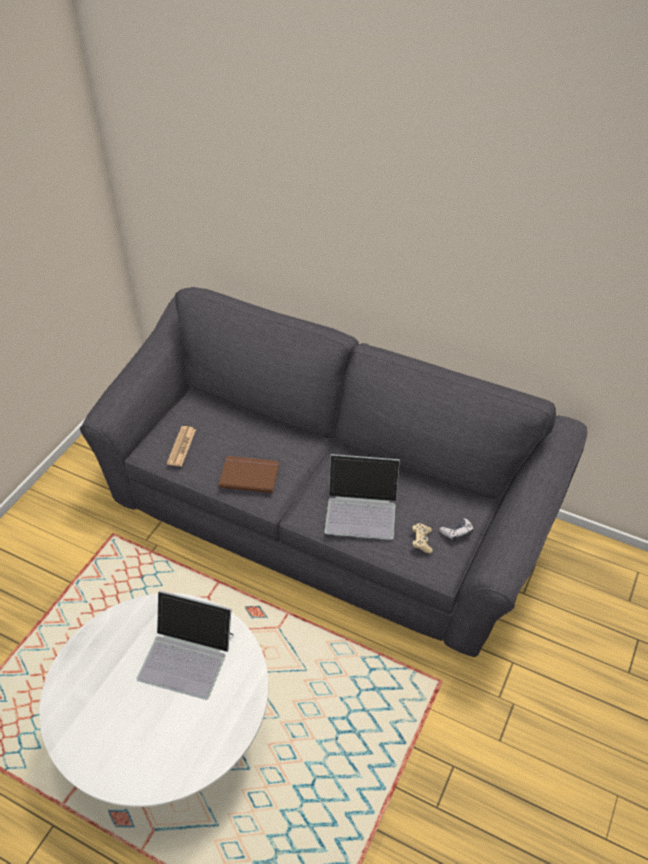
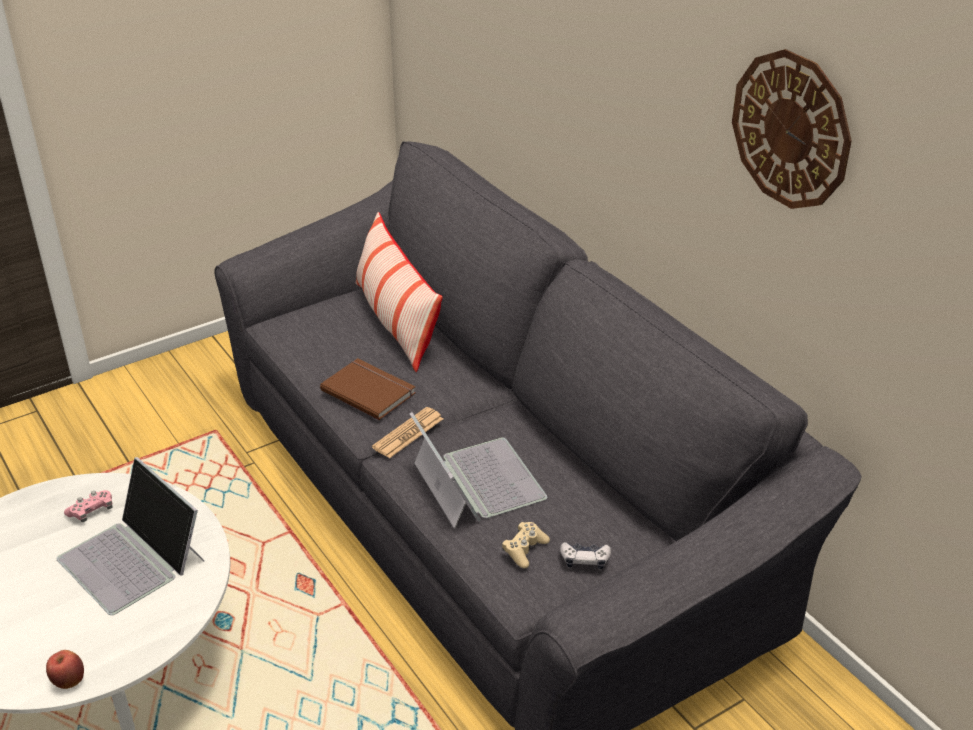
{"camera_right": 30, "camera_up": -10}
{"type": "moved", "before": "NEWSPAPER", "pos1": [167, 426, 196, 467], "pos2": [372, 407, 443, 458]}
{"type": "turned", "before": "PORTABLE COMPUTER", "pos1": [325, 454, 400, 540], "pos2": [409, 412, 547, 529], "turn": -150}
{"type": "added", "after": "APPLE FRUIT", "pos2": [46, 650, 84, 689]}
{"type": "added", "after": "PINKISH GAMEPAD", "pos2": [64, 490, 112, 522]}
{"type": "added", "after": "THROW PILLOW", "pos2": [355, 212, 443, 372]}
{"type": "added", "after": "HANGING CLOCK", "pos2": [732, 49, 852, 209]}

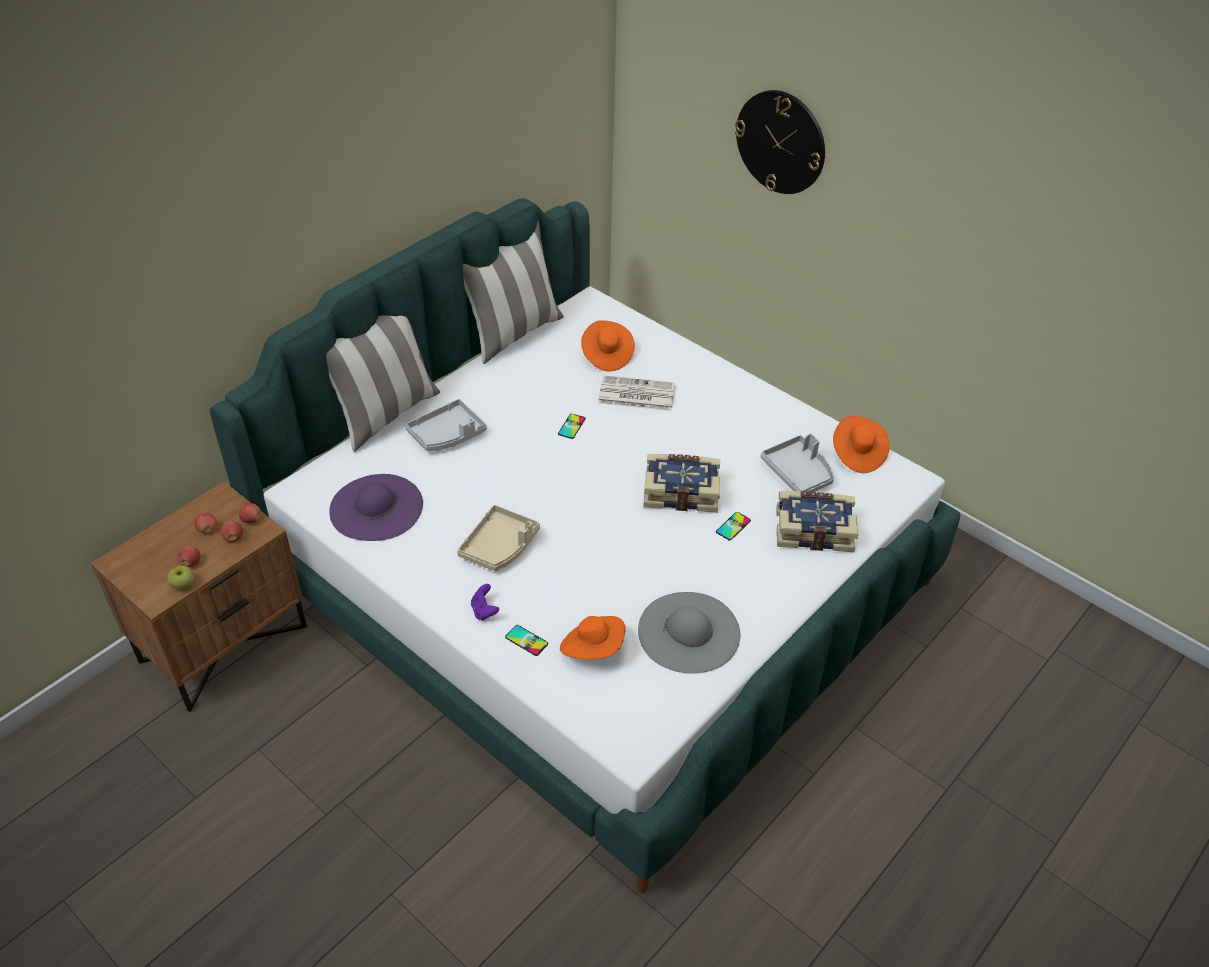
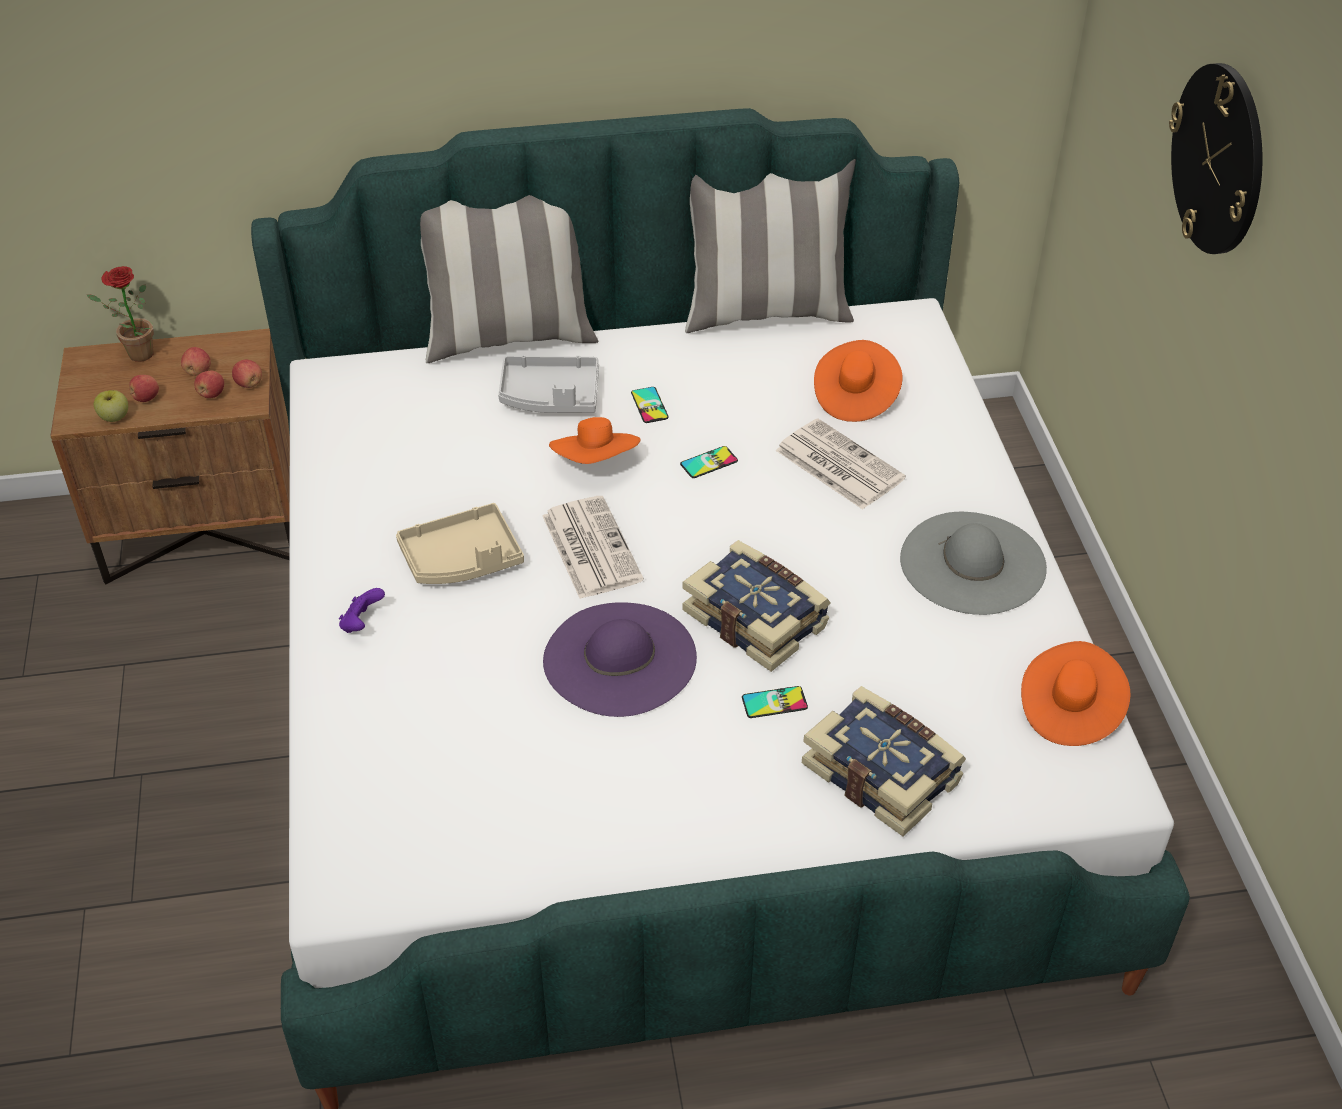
{"camera_right": 40, "camera_up": 0}
{"type": "moved", "before": "PURPLE-COLOURED WEARABLE HAT", "pos1": [329, 474, 423, 541], "pos2": [543, 602, 697, 717]}
{"type": "moved", "before": "HANDSET", "pos1": [505, 625, 548, 656], "pos2": [631, 387, 669, 423]}
{"type": "moved", "before": "ORANGE WEARABLE HAT", "pos1": [560, 616, 626, 659], "pos2": [549, 417, 641, 464]}
{"type": "moved", "before": "GREYISH WEARABLE HAT", "pos1": [638, 592, 740, 674], "pos2": [900, 512, 1047, 615]}
{"type": "removed", "before": "GREYISH TRAY", "pos1": [760, 433, 834, 493]}
{"type": "added", "after": "HOUSEPLANT", "pos2": [86, 266, 154, 362]}
{"type": "added", "after": "NEWSPAPER", "pos2": [542, 496, 644, 599]}

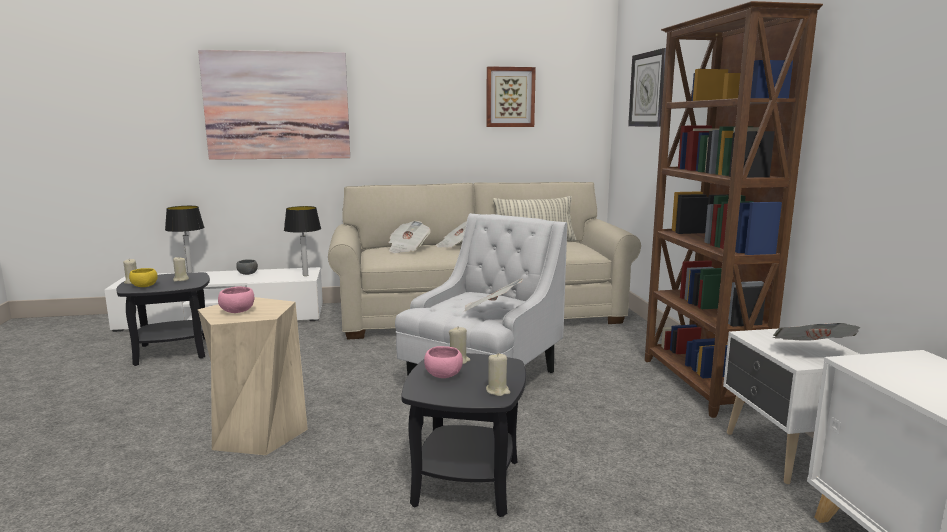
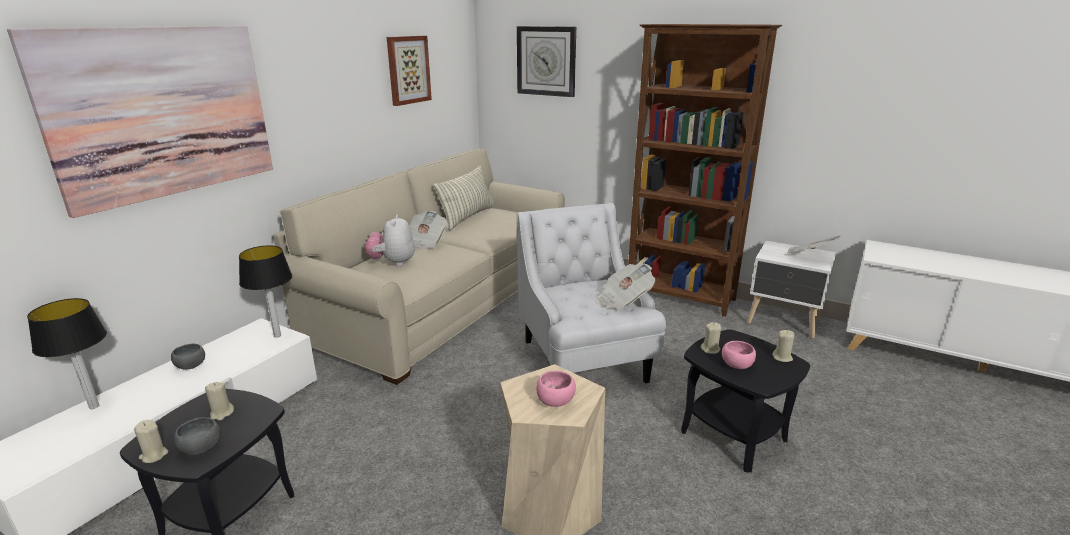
{"camera_right": -50, "camera_up": 10}
{"type": "recoloured", "before": "YELLOWISH BOWL", "after": "GREYISH BOWL", "pos1": [129, 268, 158, 287], "pos2": [174, 417, 220, 455]}
{"type": "replaced", "before": "NEWSPAPER", "after": "CUDDLY TOY", "pos1": [388, 221, 431, 253], "pos2": [365, 215, 415, 266]}

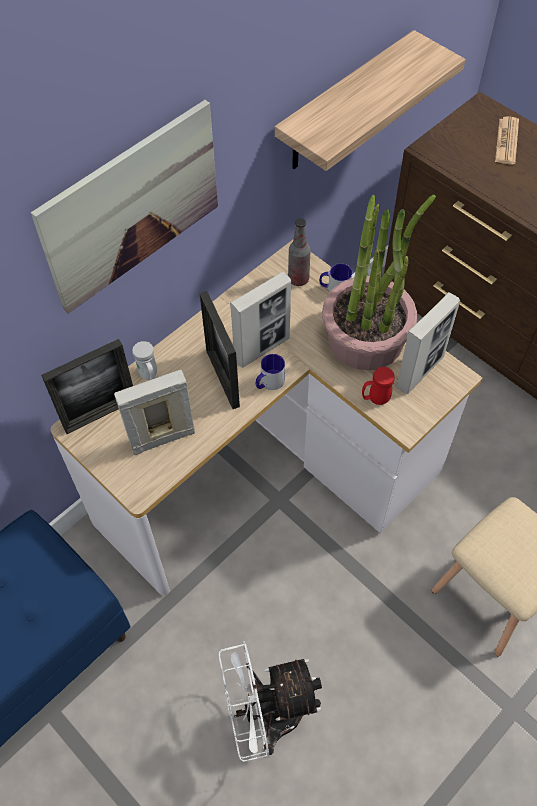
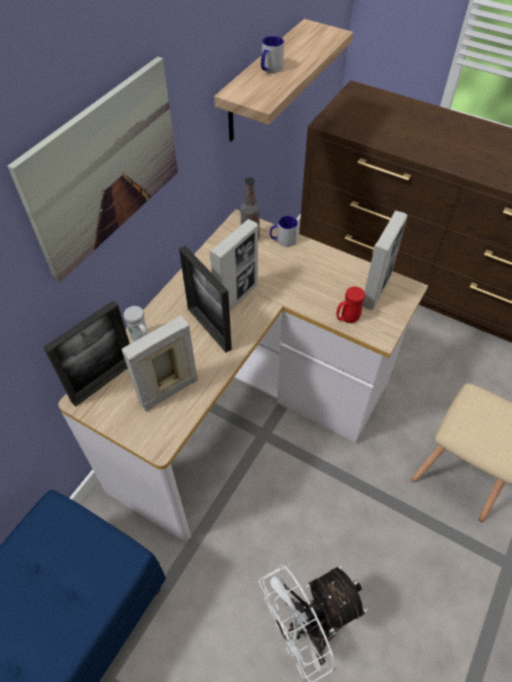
{"camera_right": -15, "camera_up": -5}
{"type": "moved", "before": "TEA MUG", "pos1": [256, 354, 285, 390], "pos2": [261, 36, 284, 73]}
{"type": "removed", "before": "HOUSEPLANT", "pos1": [322, 195, 436, 370]}
{"type": "removed", "before": "NEWSPAPER", "pos1": [495, 116, 519, 165]}

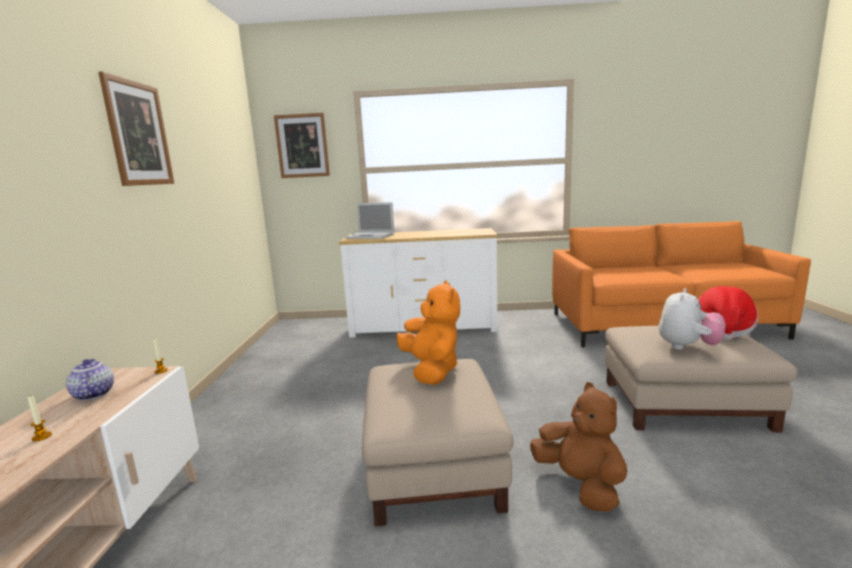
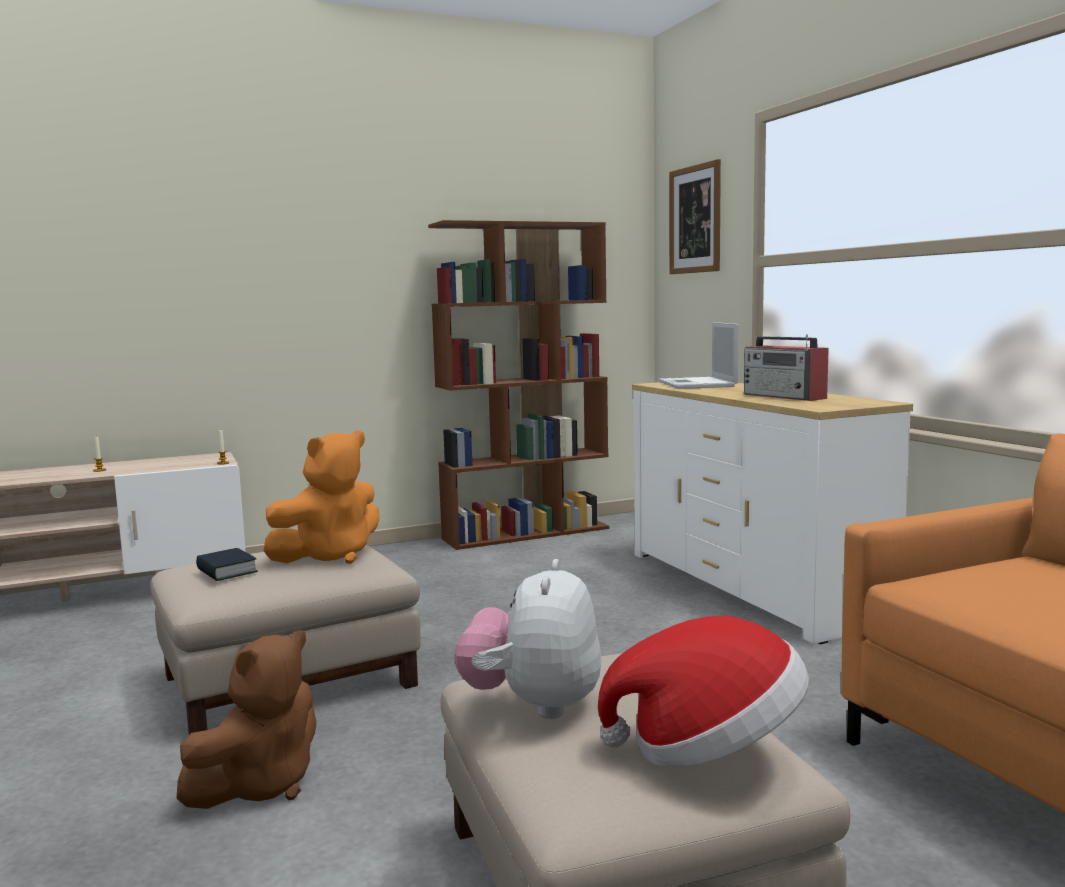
{"camera_right": 65, "camera_up": -5}
{"type": "removed", "before": "TEA POT", "pos1": [66, 359, 114, 401]}
{"type": "removed", "before": "PICTURE", "pos1": [98, 72, 174, 186]}
{"type": "turned", "before": "CUDDLY TOY", "pos1": [659, 288, 725, 350], "pos2": [454, 559, 601, 719], "turn": 90}
{"type": "added", "after": "BOOK", "pos2": [196, 548, 258, 581]}
{"type": "added", "after": "BROWN SHELVING UNIT", "pos2": [428, 220, 609, 550]}
{"type": "added", "after": "RADIO SET", "pos2": [744, 334, 829, 401]}

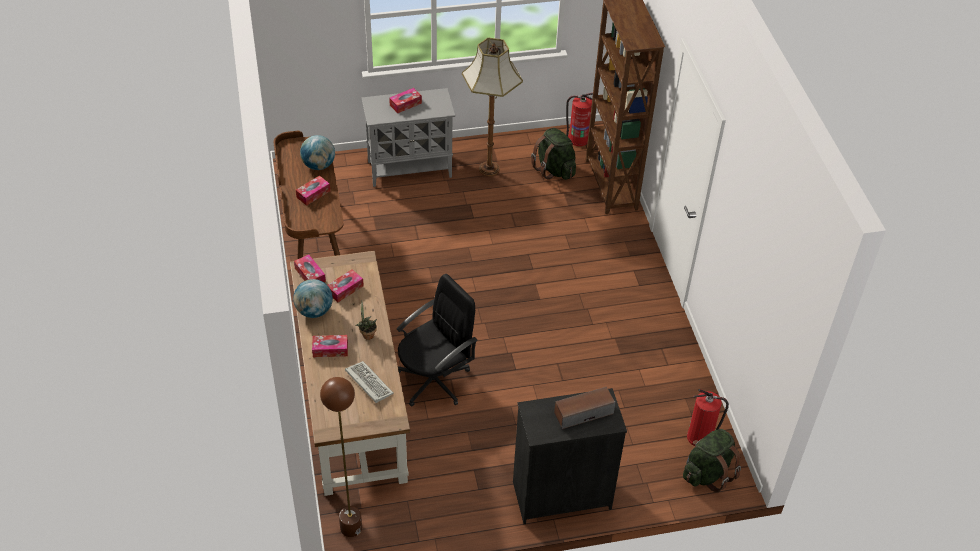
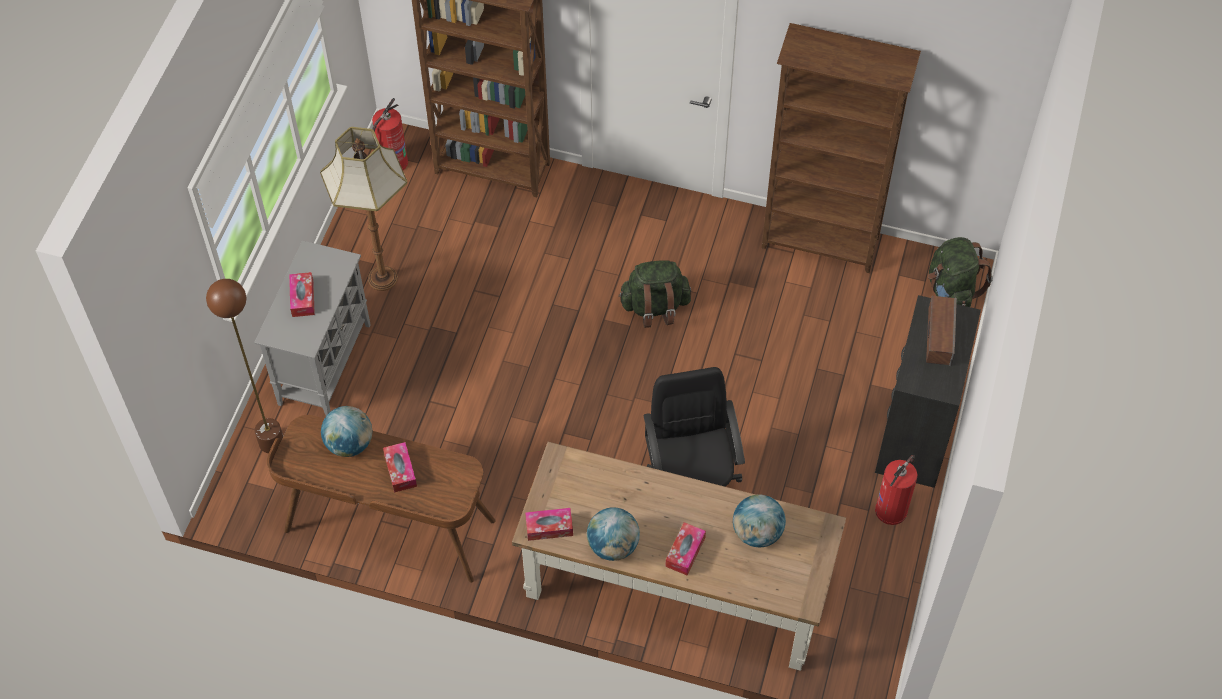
{"camera_right": -60, "camera_up": 10}
{"type": "moved", "before": "BROWN STANDING LAMP", "pos1": [320, 377, 362, 537], "pos2": [206, 279, 283, 453]}
{"type": "removed", "before": "BOX OF TISSUES", "pos1": [328, 269, 364, 302]}
{"type": "replaced", "before": "COMPUTER KEYBOARD", "after": "GLOBE", "pos1": [345, 361, 393, 403], "pos2": [733, 495, 786, 547]}
{"type": "removed", "before": "HOUSEPLANT", "pos1": [355, 300, 377, 340]}
{"type": "moved", "before": "GREEN RUCKSACK", "pos1": [531, 128, 576, 180], "pos2": [618, 260, 691, 328]}
{"type": "moved", "before": "FIRE EXTINGUISHER", "pos1": [687, 389, 729, 447], "pos2": [875, 455, 917, 525]}
{"type": "added", "after": "BROWN SHELVING UNIT", "pos2": [762, 23, 921, 273]}

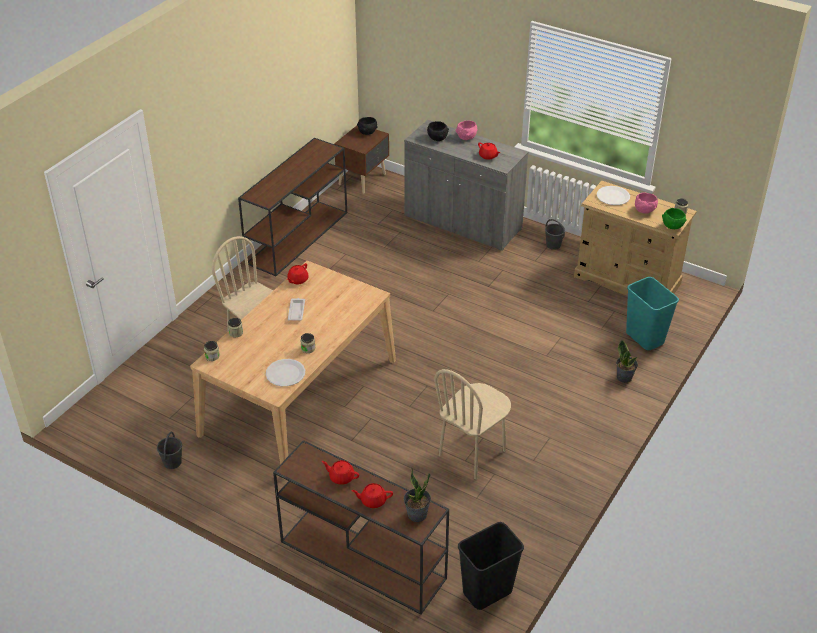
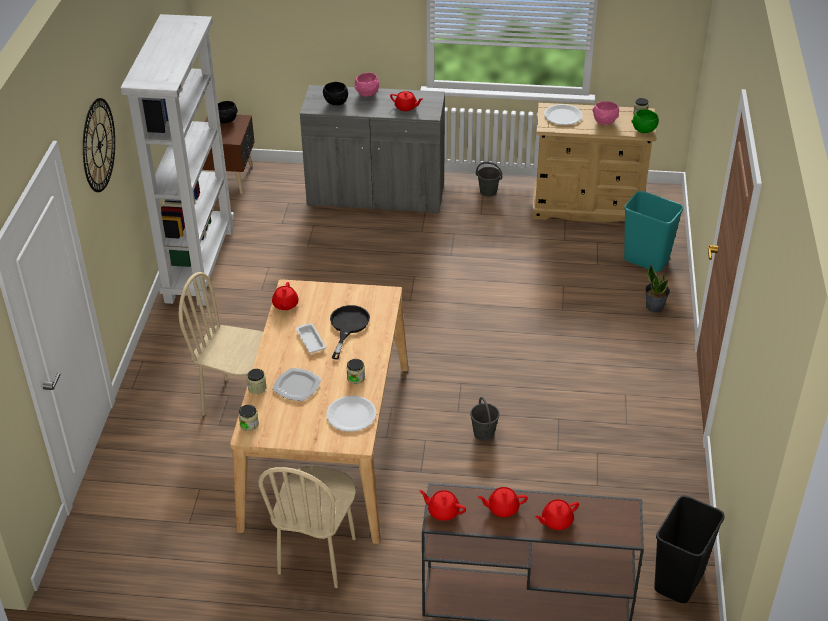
{"camera_right": -25, "camera_up": 0}
{"type": "moved", "before": "GREYISH PAIL", "pos1": [157, 432, 182, 469], "pos2": [470, 397, 500, 441]}
{"type": "replaced", "before": "BROWN CONSOLE TABLE", "after": "WHITISH SHELVING UNIT", "pos1": [238, 138, 347, 276], "pos2": [120, 14, 234, 306]}
{"type": "removed", "before": "HOUSEPLANT", "pos1": [404, 468, 431, 522]}
{"type": "moved", "before": "BEIGE-COLOURED CHAIR", "pos1": [434, 369, 511, 480], "pos2": [258, 466, 356, 588]}
{"type": "added", "after": "HANGING CLOCK", "pos2": [83, 98, 115, 192]}
{"type": "added", "after": "PLATE", "pos2": [272, 368, 321, 401]}
{"type": "added", "after": "BLACKISH FRYING PAN", "pos2": [330, 305, 370, 359]}
{"type": "added", "after": "RED TEA POT", "pos2": [419, 490, 466, 521]}

